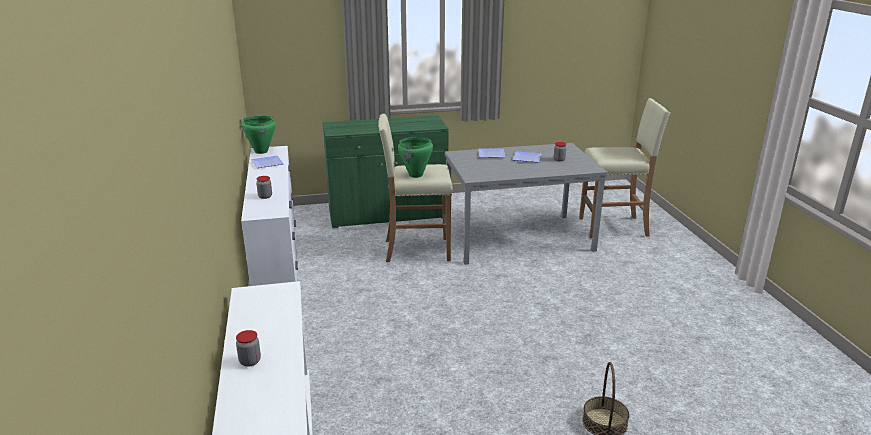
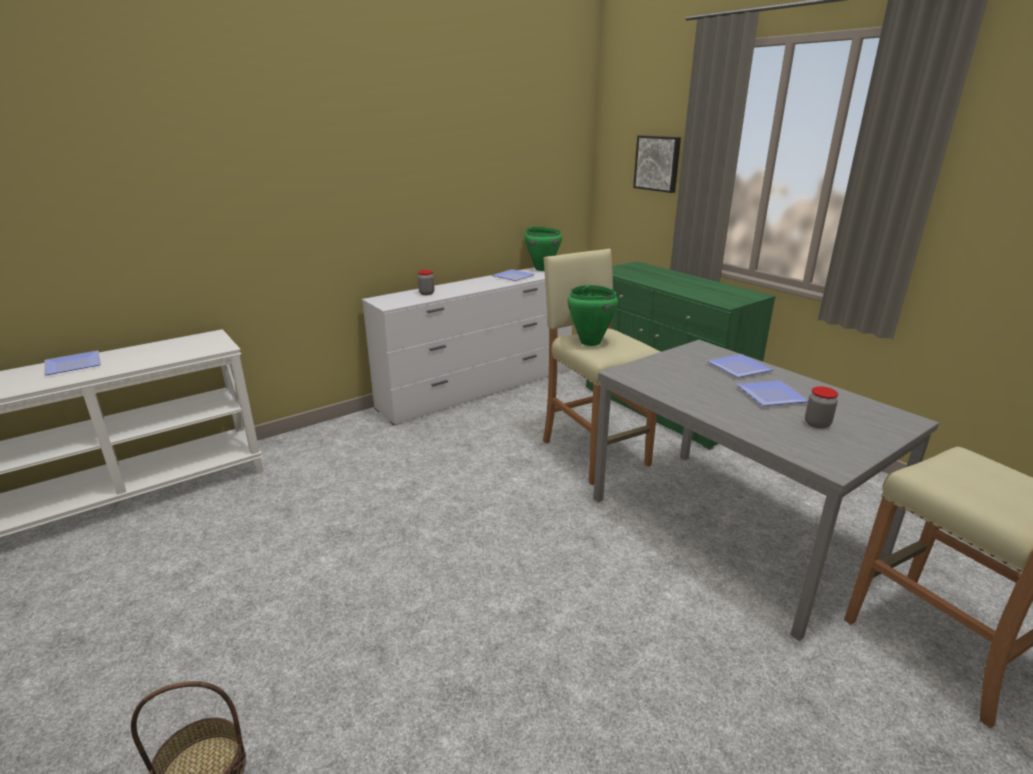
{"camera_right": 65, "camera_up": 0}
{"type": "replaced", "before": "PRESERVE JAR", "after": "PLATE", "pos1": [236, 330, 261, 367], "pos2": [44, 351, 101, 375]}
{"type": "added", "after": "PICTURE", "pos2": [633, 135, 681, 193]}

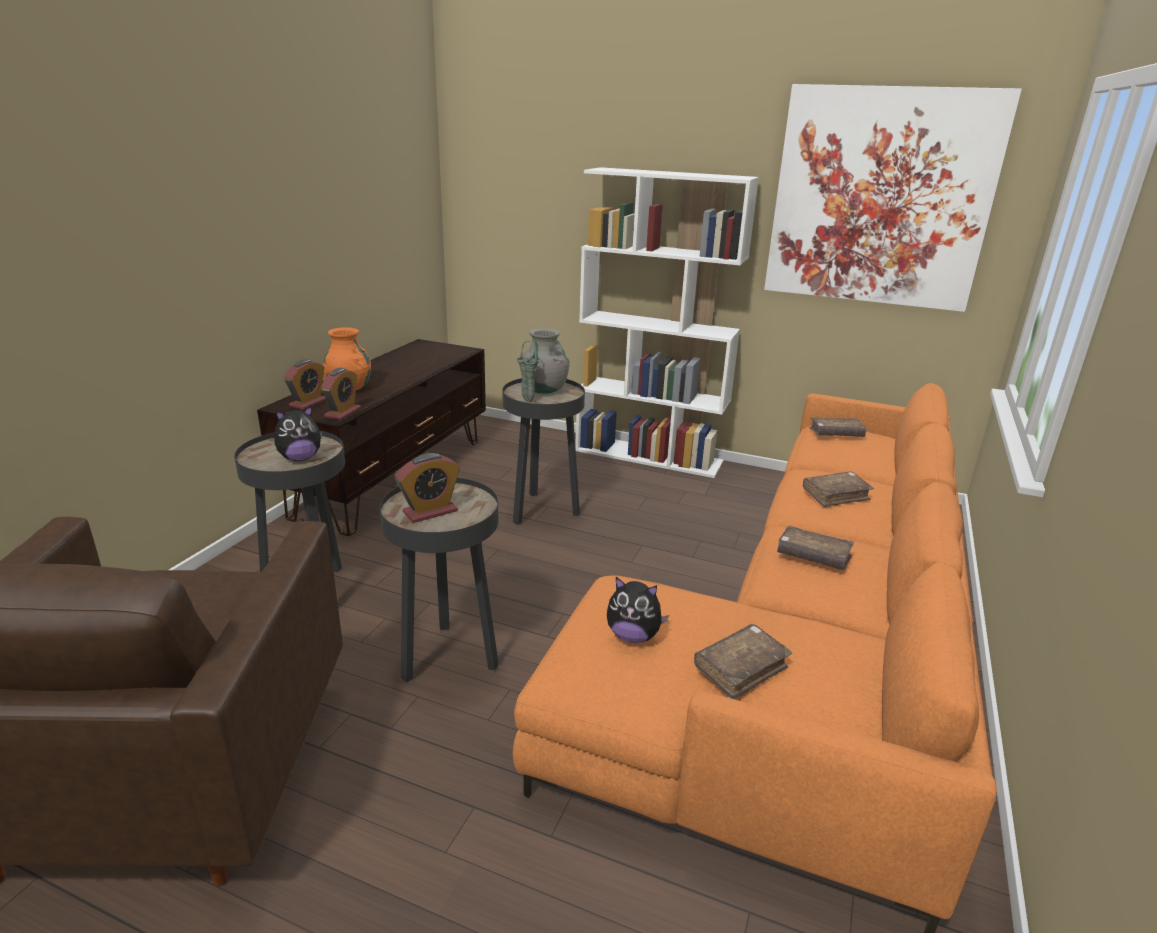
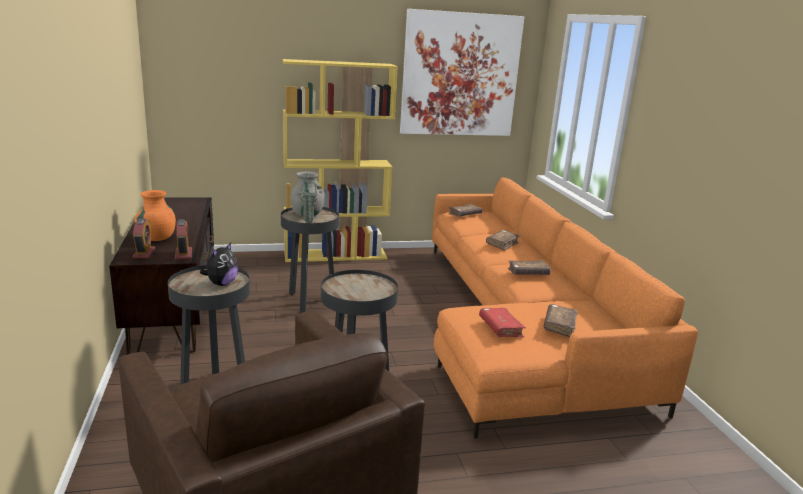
{"camera_right": -35, "camera_up": -5}
{"type": "removed", "before": "BEDSIDE CLOCK", "pos1": [395, 453, 460, 523]}
{"type": "recoloured", "before": "WHITISH SHELVING UNIT", "after": "YELLOWISH SHELVING UNIT", "pos1": [575, 167, 759, 478], "pos2": [283, 59, 398, 262]}
{"type": "replaced", "before": "CUDDLY TOY", "after": "RED BOOK", "pos1": [607, 577, 669, 643], "pos2": [479, 308, 526, 337]}

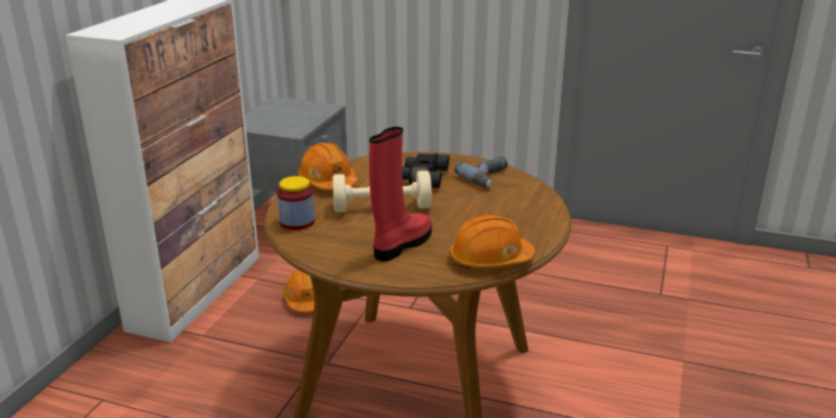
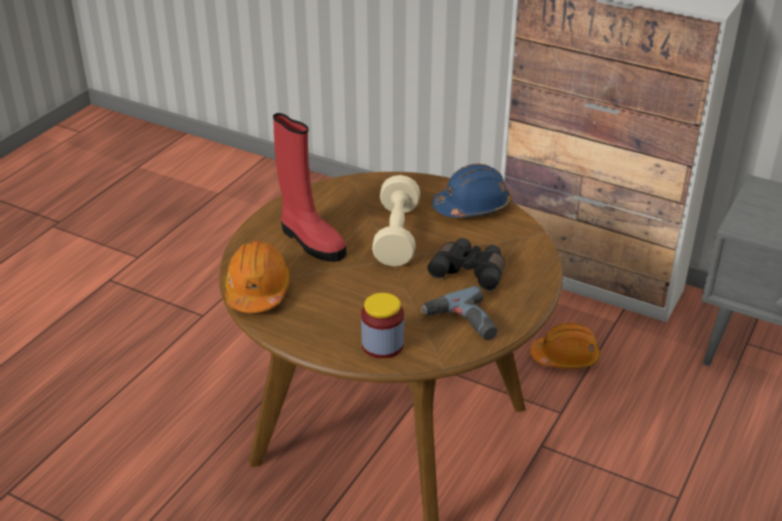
{"camera_right": 100, "camera_up": 10}
{"type": "moved", "before": "PRESERVE JAR", "pos1": [277, 176, 315, 230], "pos2": [361, 293, 404, 359]}
{"type": "recoloured", "before": "ORANGE HARD HAT", "after": "BLUISH HARD HAT", "pos1": [298, 143, 358, 190], "pos2": [432, 164, 511, 218]}

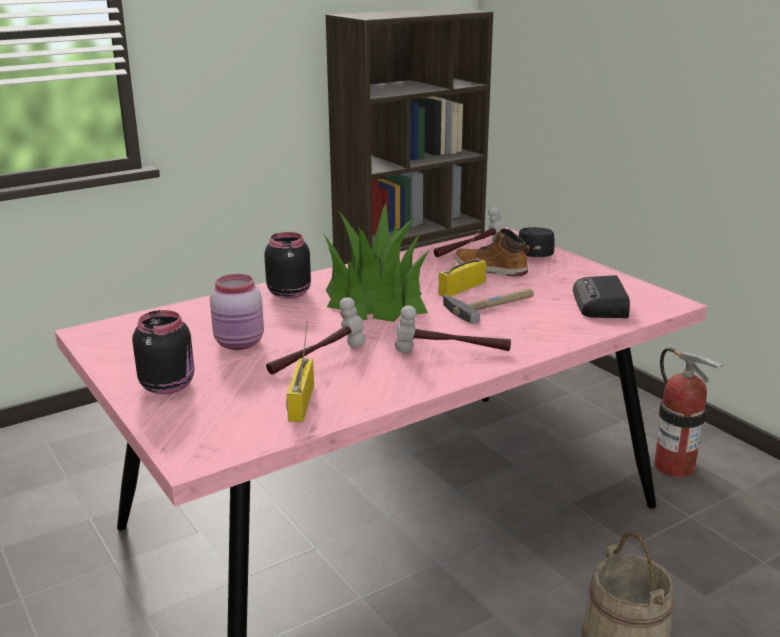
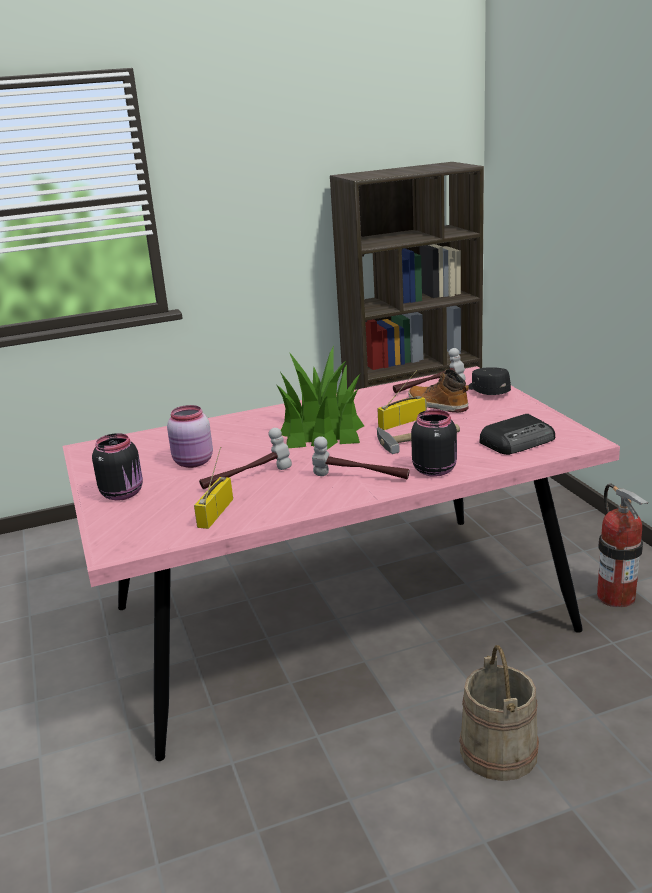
{"camera_right": 15, "camera_up": 0}
{"type": "moved", "before": "BLACKISH PRESERVE JAR", "pos1": [264, 232, 311, 299], "pos2": [411, 410, 457, 477]}
{"type": "turned", "before": "BLACKISH PEAKED CAP", "pos1": [518, 227, 555, 257], "pos2": [468, 367, 511, 395], "turn": -45}
{"type": "turned", "before": "RADIO SET", "pos1": [573, 275, 630, 318], "pos2": [480, 414, 555, 455], "turn": -135}

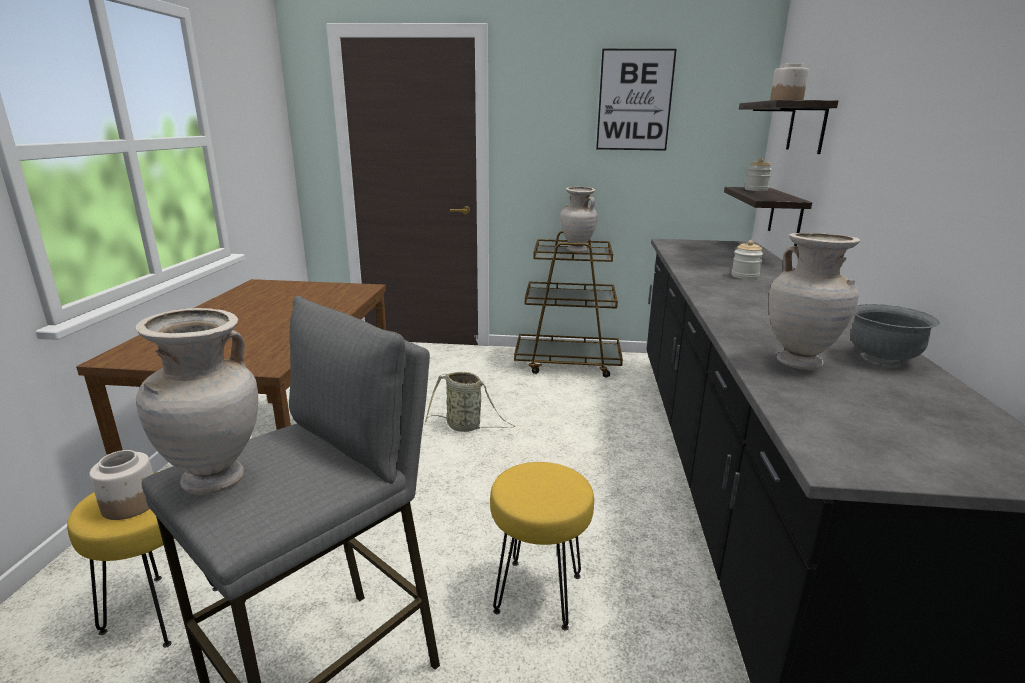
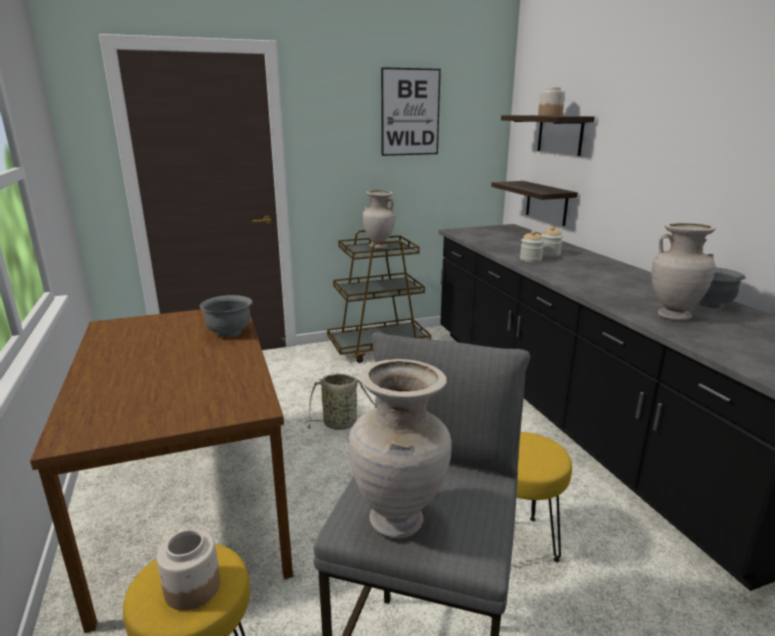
{"camera_right": -25, "camera_up": 0}
{"type": "moved", "before": "PRESERVE JAR", "pos1": [745, 158, 772, 191], "pos2": [520, 231, 544, 262]}
{"type": "added", "after": "GREYISH BOWL", "pos2": [200, 295, 253, 337]}

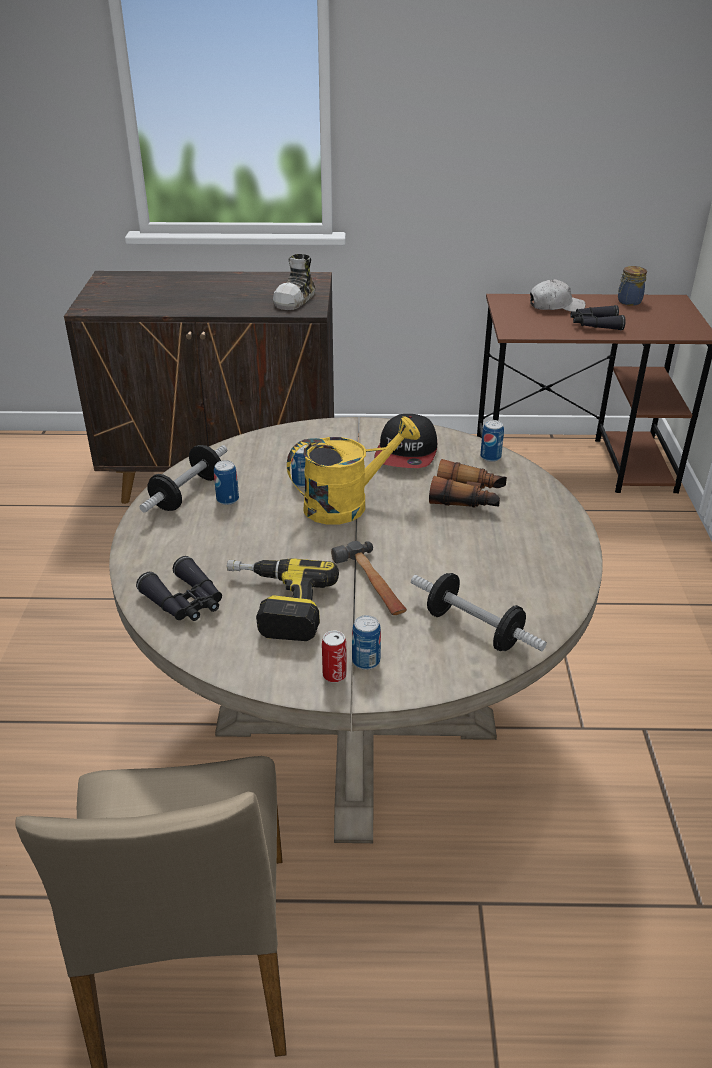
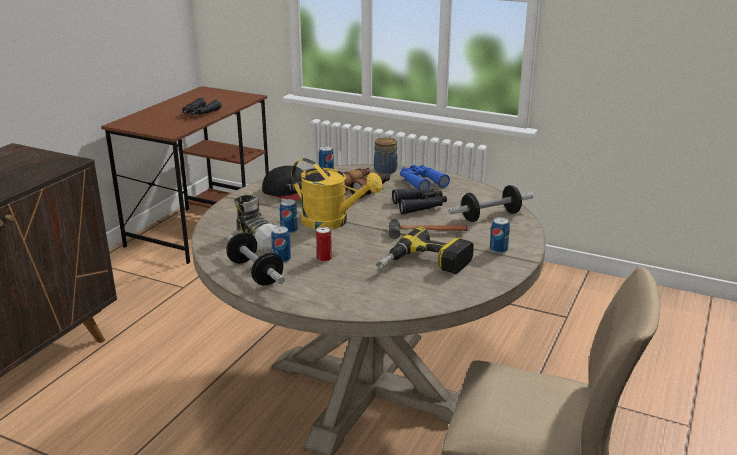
{"camera_right": -65, "camera_up": -10}
{"type": "moved", "before": "BLACKISH FIELD GLASSES", "pos1": [136, 556, 222, 621], "pos2": [392, 189, 447, 215]}
{"type": "moved", "before": "LOW SHOE", "pos1": [273, 254, 315, 310], "pos2": [234, 195, 277, 253]}
{"type": "turned", "before": "YELLOWISH WATERING POT", "pos1": [287, 417, 420, 525], "pos2": [292, 158, 383, 229], "turn": 120}
{"type": "moved", "before": "METAL CAN", "pos1": [322, 630, 347, 683], "pos2": [316, 227, 332, 262]}
{"type": "removed", "before": "WHITISH PEAKED CAP", "pos1": [530, 279, 586, 312]}
{"type": "moved", "before": "PRESERVE JAR", "pos1": [618, 266, 647, 306], "pos2": [374, 138, 398, 174]}
{"type": "added", "after": "BLUISH FIELD GLASSES", "pos2": [400, 165, 450, 189]}

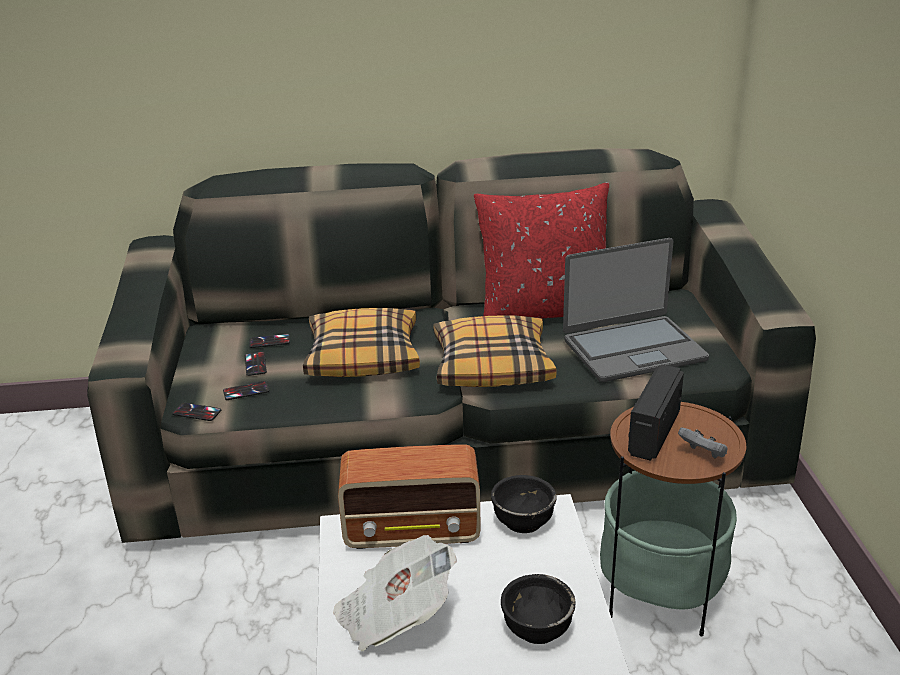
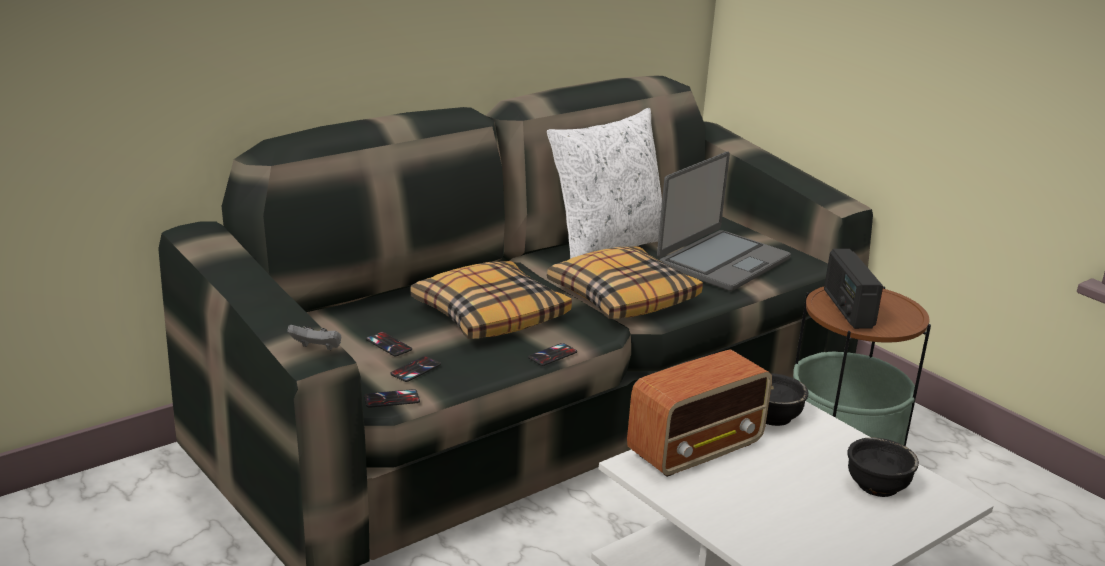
{"camera_right": -35, "camera_up": -5}
{"type": "moved", "before": "HANDSET", "pos1": [249, 334, 290, 348], "pos2": [528, 343, 577, 366]}
{"type": "removed", "before": "NEWSPAPER", "pos1": [333, 535, 457, 652]}
{"type": "recoloured", "before": "RED THROW PILLOW", "after": "WHITISH THROW PILLOW", "pos1": [474, 182, 609, 318], "pos2": [547, 108, 662, 259]}
{"type": "moved", "before": "GREYISH GAMEPAD", "pos1": [678, 428, 728, 459], "pos2": [287, 325, 341, 350]}

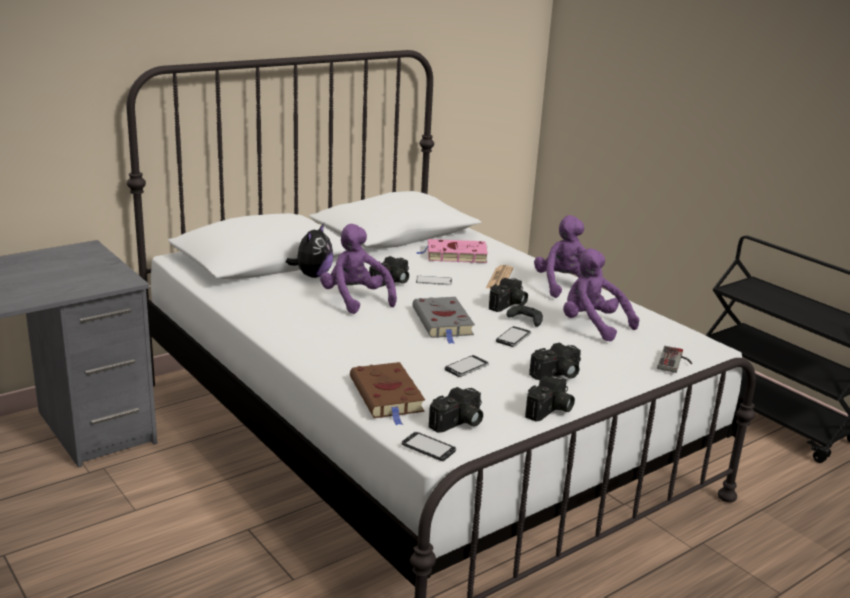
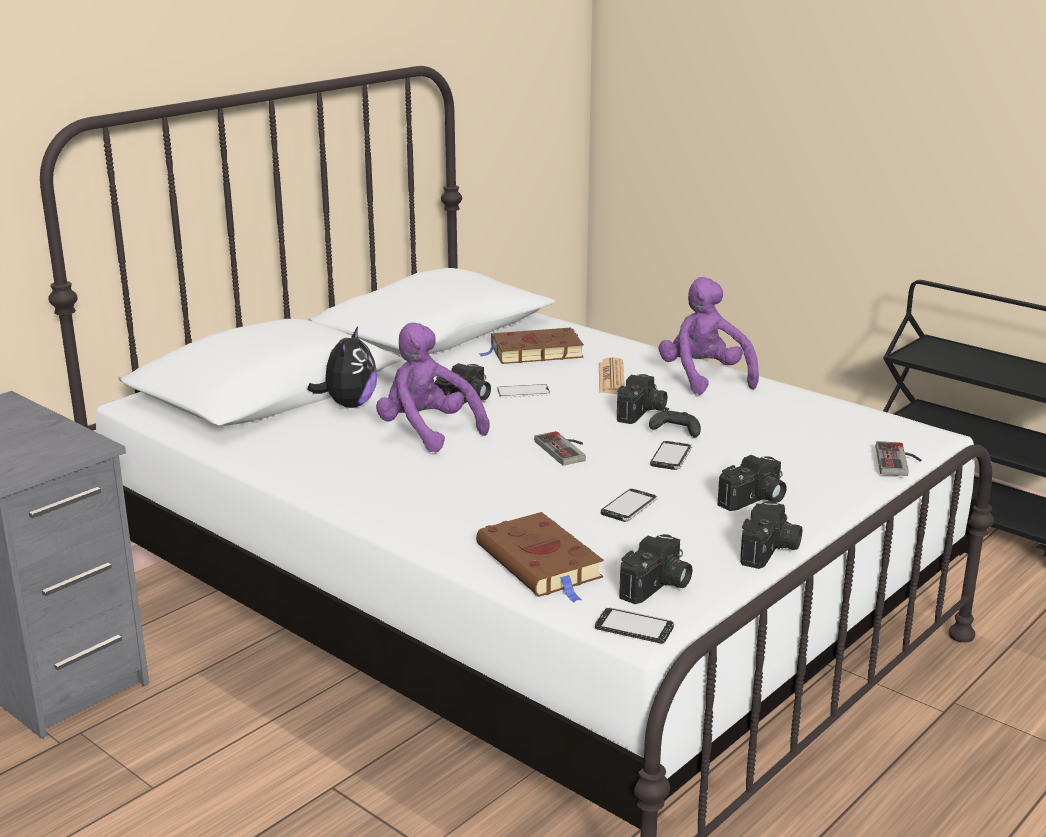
{"camera_right": -10, "camera_up": 0}
{"type": "replaced", "before": "GREYISH BOOK", "after": "GAMEPAD", "pos1": [413, 297, 475, 344], "pos2": [534, 431, 586, 465]}
{"type": "recoloured", "before": "PINKISH BOOK", "after": "BROWN BOOK", "pos1": [417, 239, 488, 263], "pos2": [480, 328, 584, 364]}
{"type": "removed", "before": "PURPLE-COLOURED CUDDLY TOY", "pos1": [563, 248, 639, 341]}

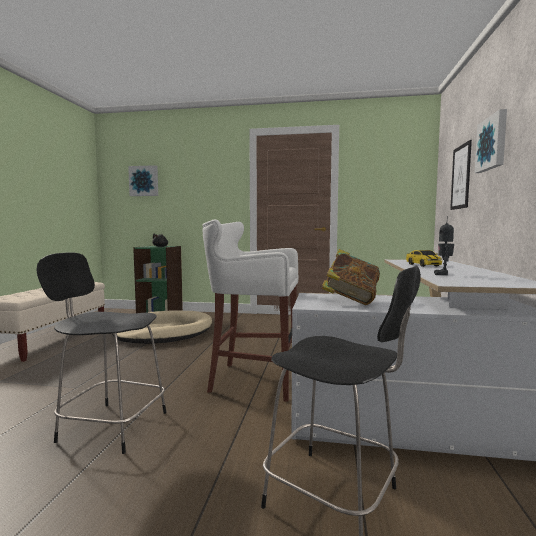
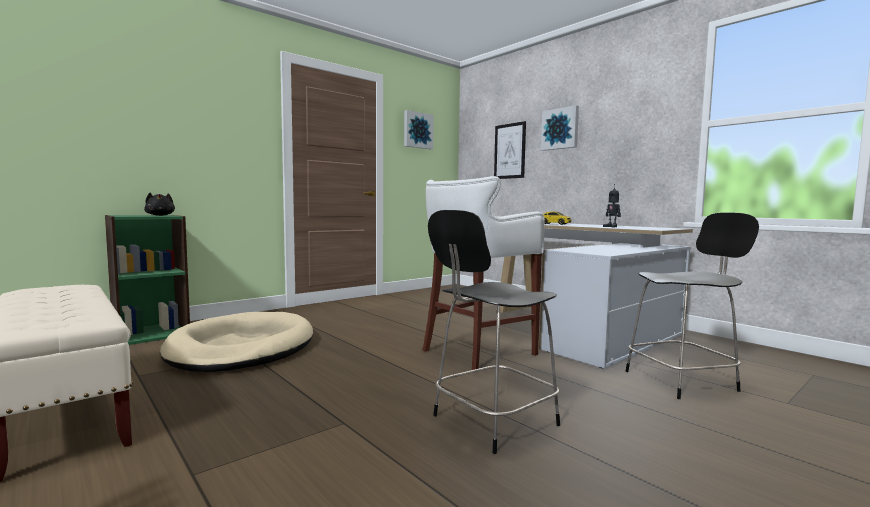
{"camera_right": -50, "camera_up": 0}
{"type": "moved", "before": "PICTURE", "pos1": [128, 165, 158, 196], "pos2": [404, 110, 434, 149]}
{"type": "removed", "before": "BOOK", "pos1": [321, 249, 380, 305]}

